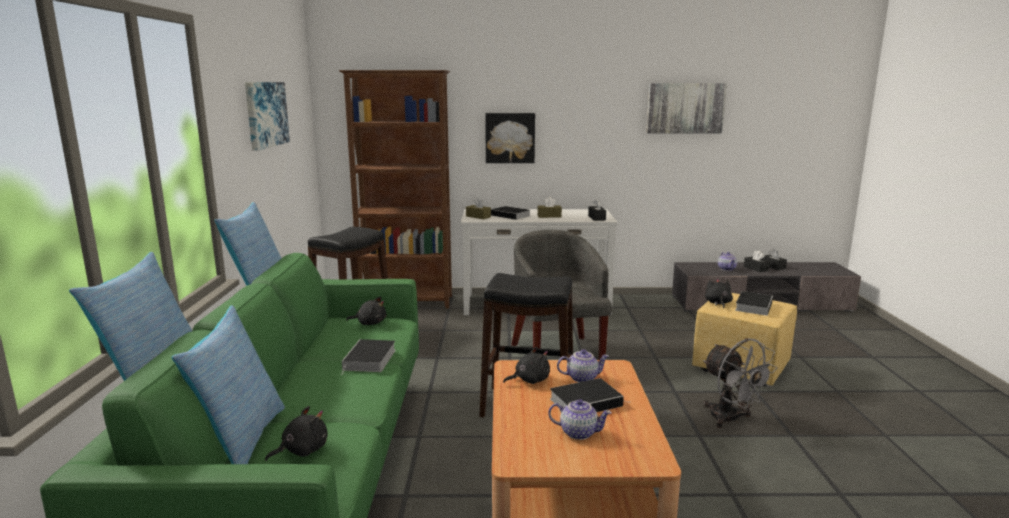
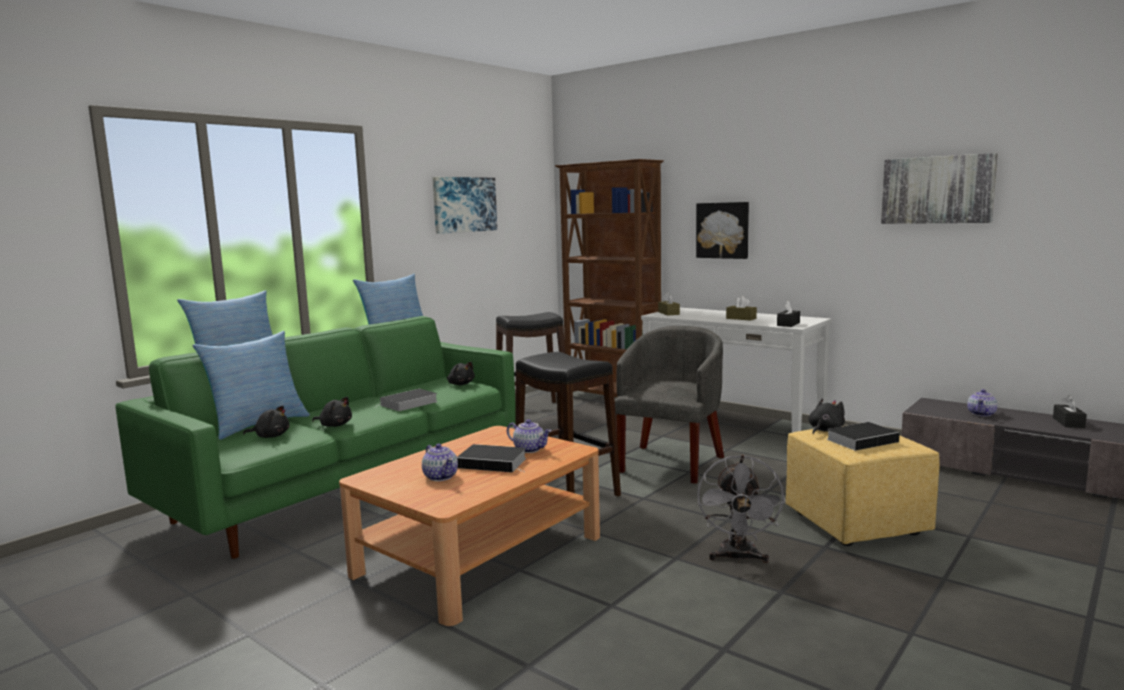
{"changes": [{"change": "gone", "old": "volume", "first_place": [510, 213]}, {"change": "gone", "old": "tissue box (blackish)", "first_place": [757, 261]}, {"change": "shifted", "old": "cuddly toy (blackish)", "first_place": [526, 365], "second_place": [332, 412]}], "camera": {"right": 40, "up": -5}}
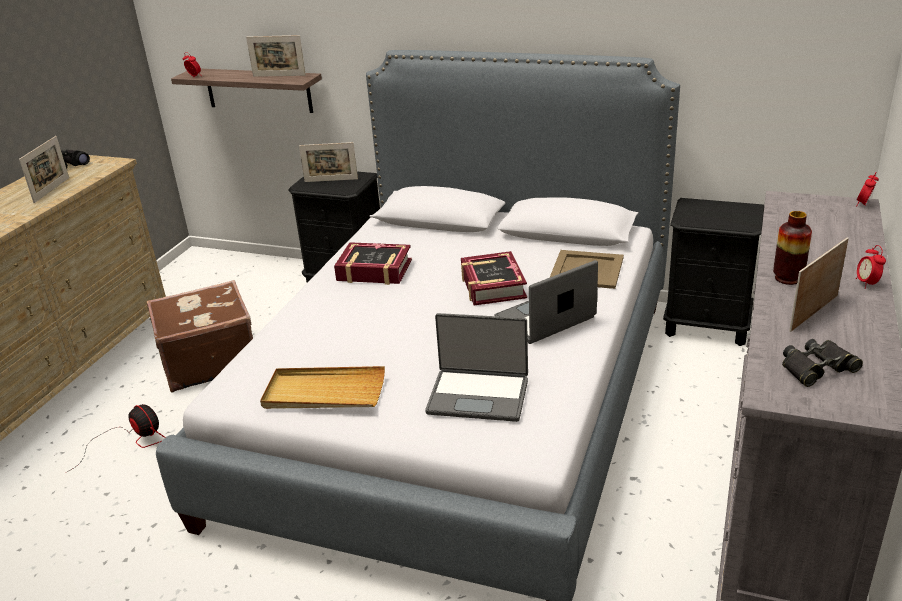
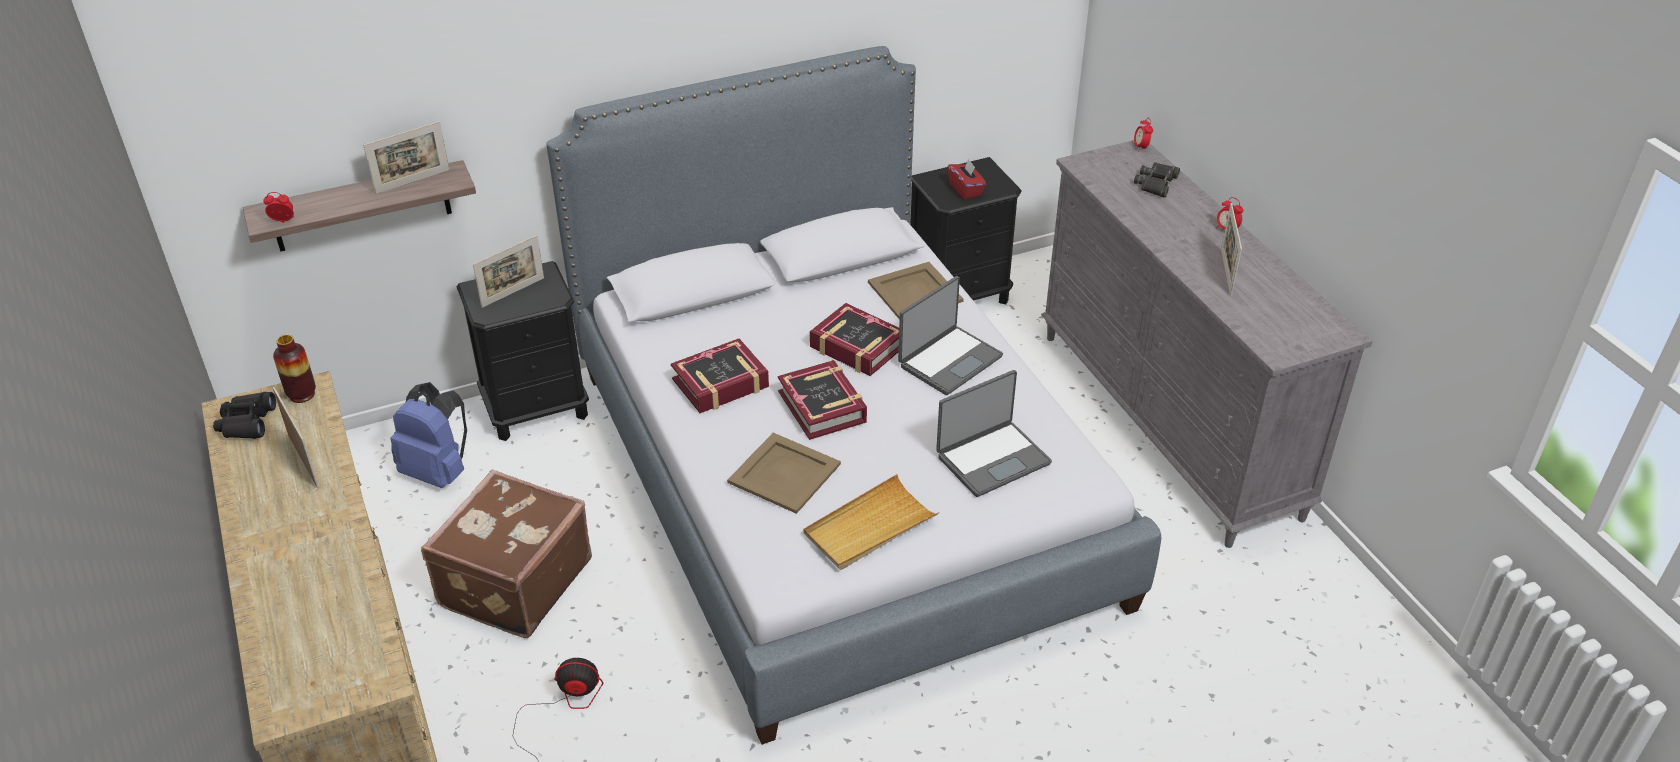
{"changes": [{"change": "shifted", "old": "decorative vase", "first_place": [792, 248], "second_place": [294, 369]}, {"change": "rotated", "old": "notebook computer", "first_place": [546, 302], "second_place": [950, 335], "degrees": -150}, {"change": "shifted", "old": "field glasses (blackish)", "first_place": [822, 363], "second_place": [1157, 180]}, {"change": "new", "new": "tissue box (red-coloured)", "second_place": [967, 178]}, {"change": "new", "new": "volume", "second_place": [822, 400]}, {"change": "new", "new": "knapsack (bluish)", "second_place": [428, 435]}, {"change": "new", "new": "serving tray (sand-coloured)", "second_place": [784, 473]}], "camera": {"right": -45, "up": 10}}
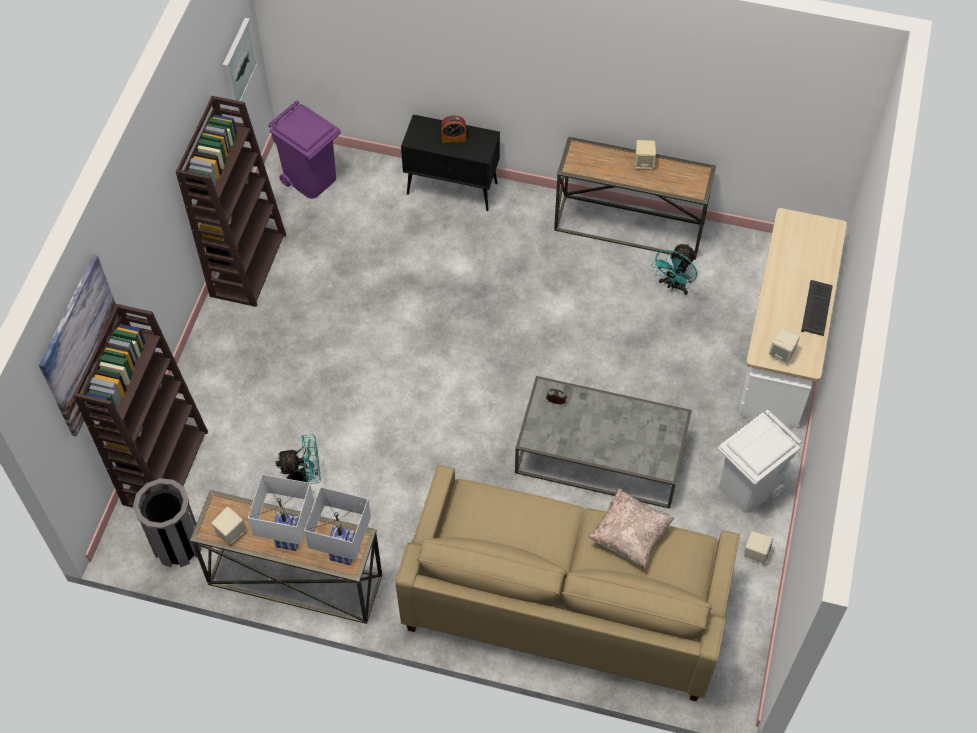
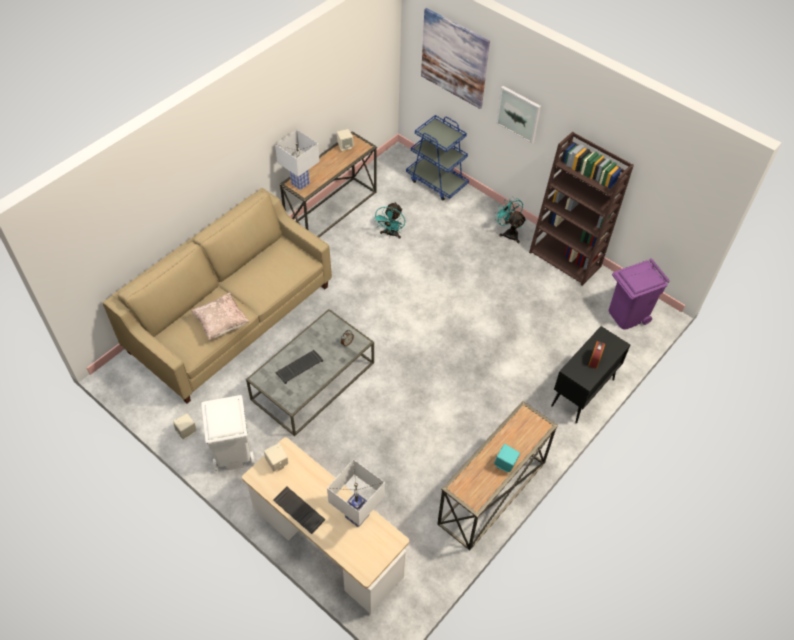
{"changes": [{"change": "shifted", "old": "wall art", "first_place": [240, 64], "second_place": [518, 115]}, {"change": "repainted", "old": "loudspeaker (sand-coloured)", "new": "loudspeaker (turquoise)", "first_place": [645, 154], "second_place": [507, 458]}, {"change": "shifted", "old": "cooling fan (turquoise)", "first_place": [674, 269], "second_place": [510, 220]}, {"change": "swapped", "old": "shelving unit (brown-coloured)", "new": "wheeled cart (bluish)", "first_place": [140, 406], "second_place": [437, 158]}, {"change": "shifted", "old": "tabletop lamp (white-coloured)", "first_place": [281, 512], "second_place": [356, 493]}, {"change": "gone", "old": "waste bin (gray)", "first_place": [167, 522]}, {"change": "new", "new": "computer keyboard", "second_place": [299, 367]}], "camera": {"right": 115, "up": -5}}
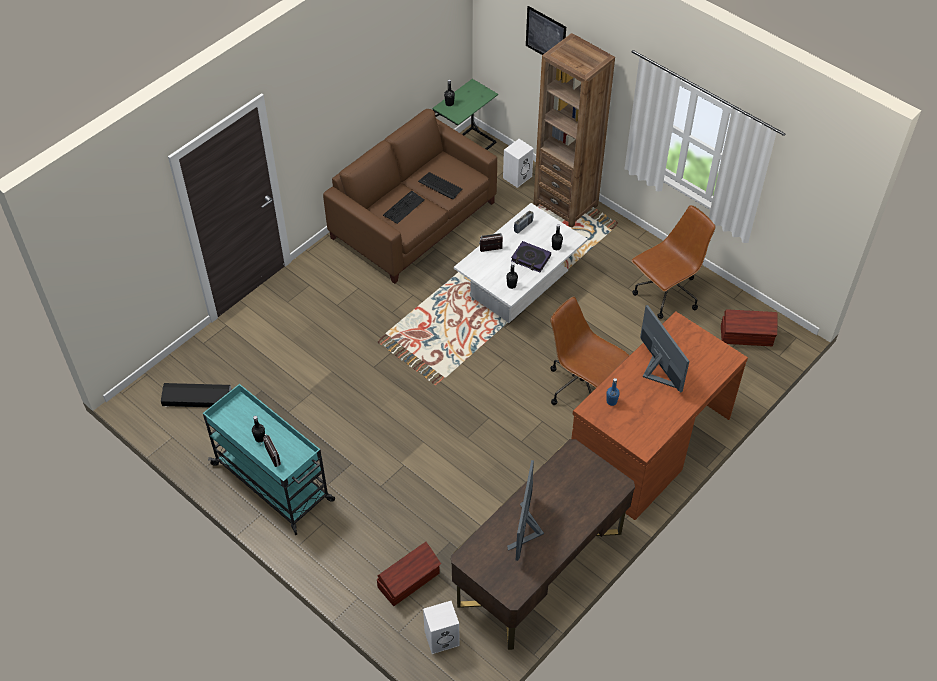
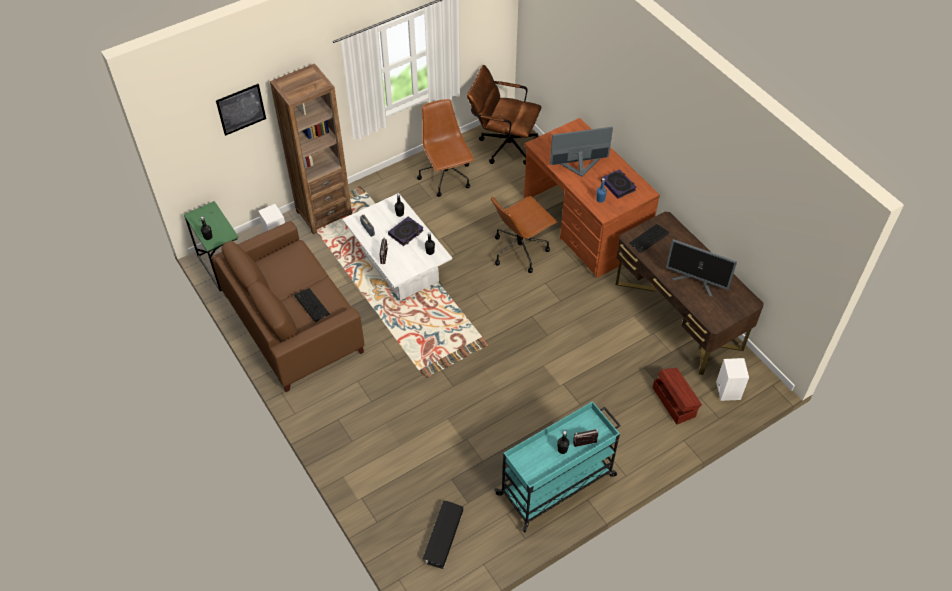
{"changes": [{"change": "shifted", "old": "computer keyboard", "first_place": [440, 186], "second_place": [649, 238]}, {"change": "swapped", "old": "storage bin (brown-coloured)", "new": "desk chair (brown-coloured)", "first_place": [749, 327], "second_place": [504, 115]}, {"change": "new", "new": "volume", "second_place": [619, 184]}], "camera": {"right": -75, "up": 0}}
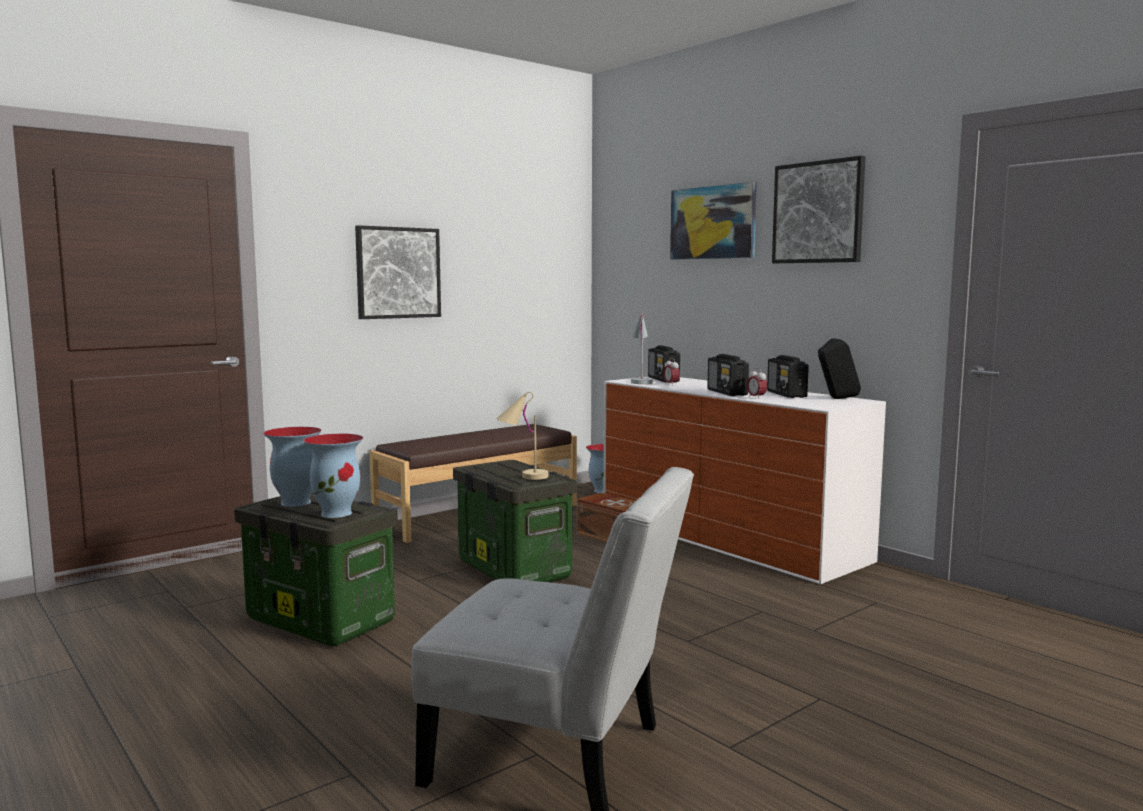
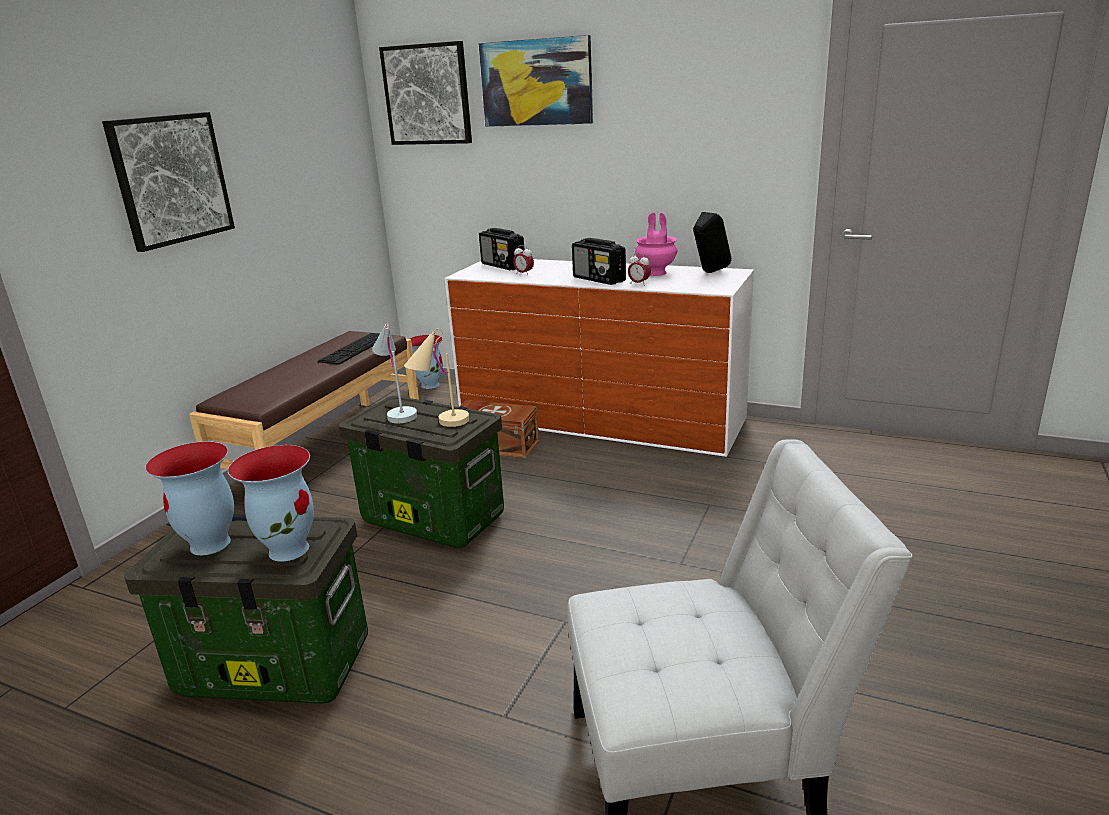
{"changes": [{"change": "shifted", "old": "wall art", "first_place": [818, 209], "second_place": [425, 93]}, {"change": "shifted", "old": "tabletop lamp (white-coloured)", "first_place": [642, 348], "second_place": [394, 373]}, {"change": "swapped", "old": "radio receiver", "new": "decorative vase (pink)", "first_place": [788, 376], "second_place": [656, 244]}, {"change": "new", "new": "computer keyboard", "second_place": [349, 349]}], "camera": {"right": -25, "up": 15}}
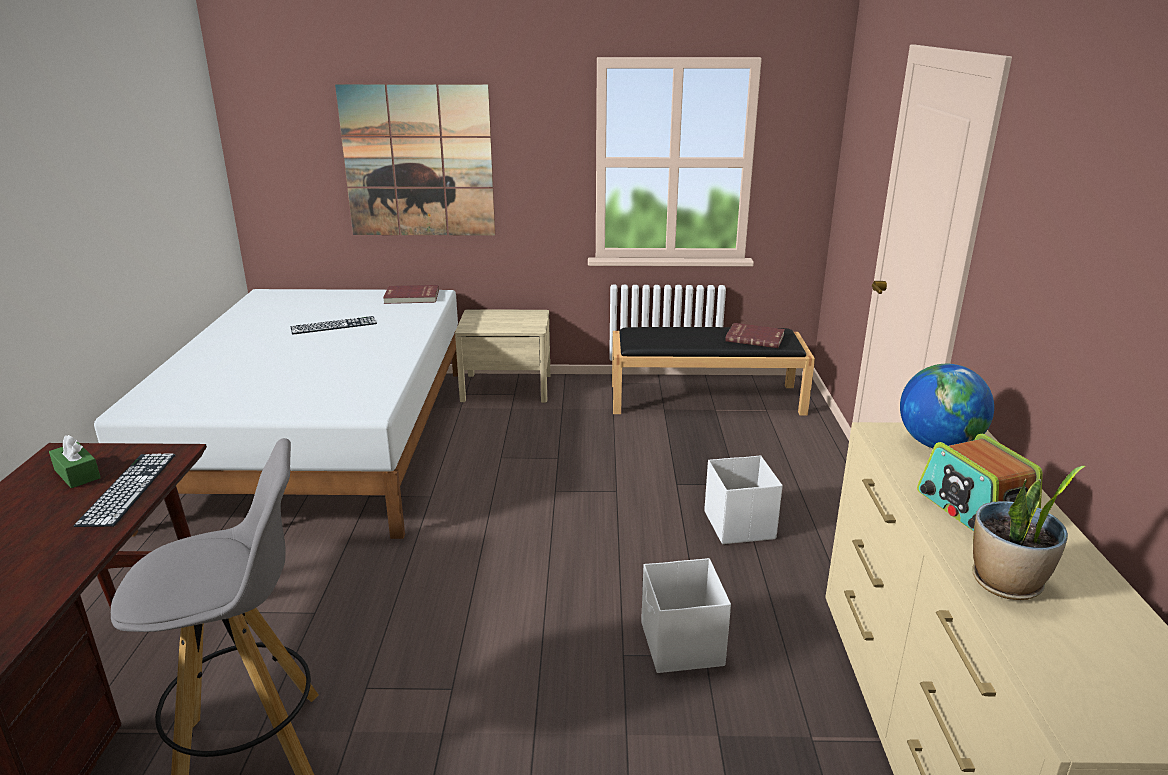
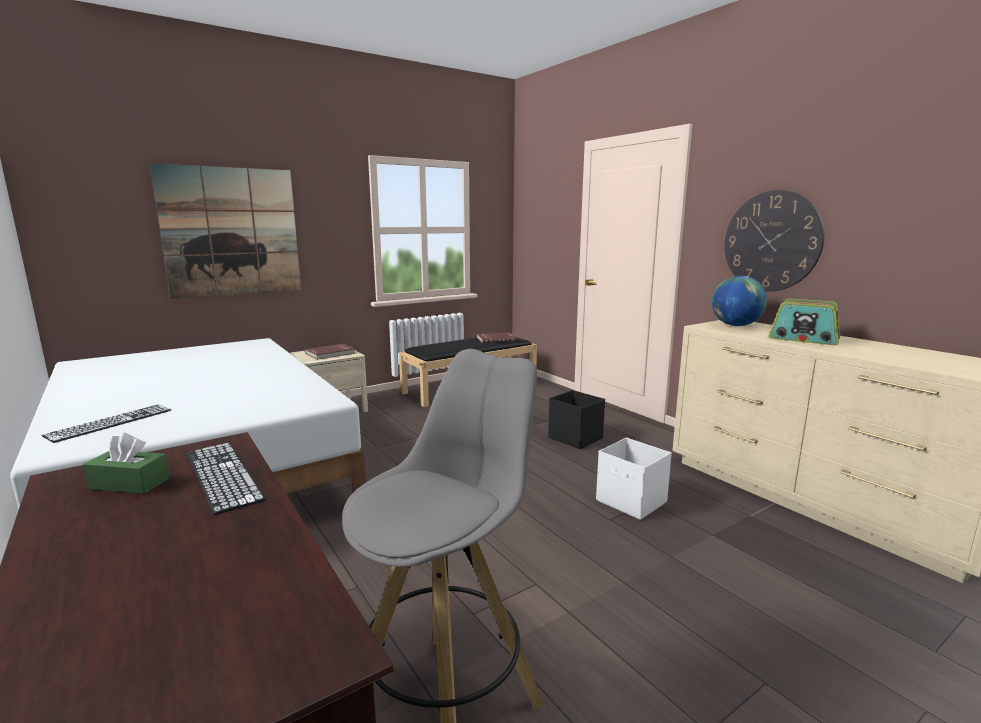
{"changes": [{"change": "shifted", "old": "volume (red-coloured)", "first_place": [411, 294], "second_place": [330, 352]}, {"change": "shifted", "old": "computer keyboard", "first_place": [334, 325], "second_place": [106, 424]}, {"change": "repainted", "old": "storage bin (white-coloured)", "new": "storage bin (blackish)", "first_place": [743, 499], "second_place": [576, 419]}, {"change": "gone", "old": "potted plant", "first_place": [1028, 533]}, {"change": "new", "new": "hanging clock", "second_place": [774, 240]}], "camera": {"right": -35, "up": -10}}
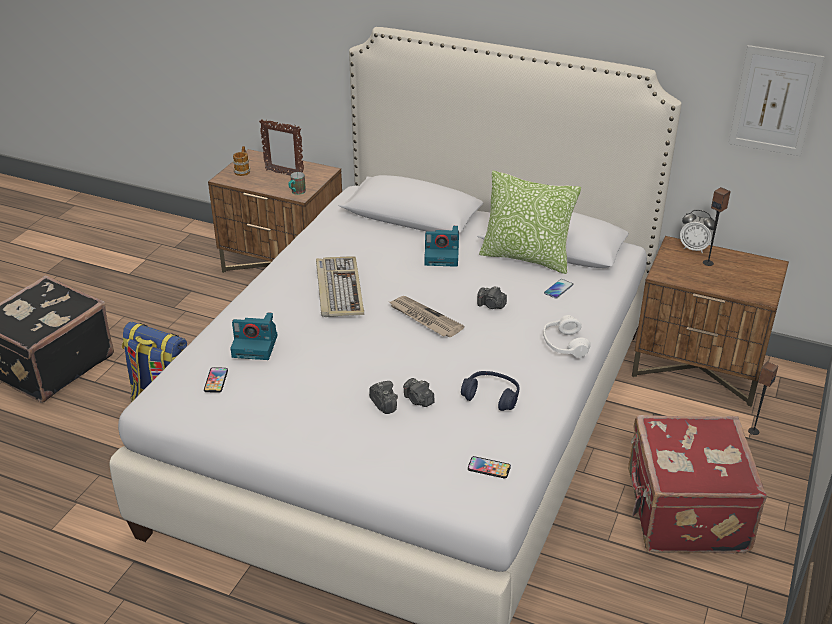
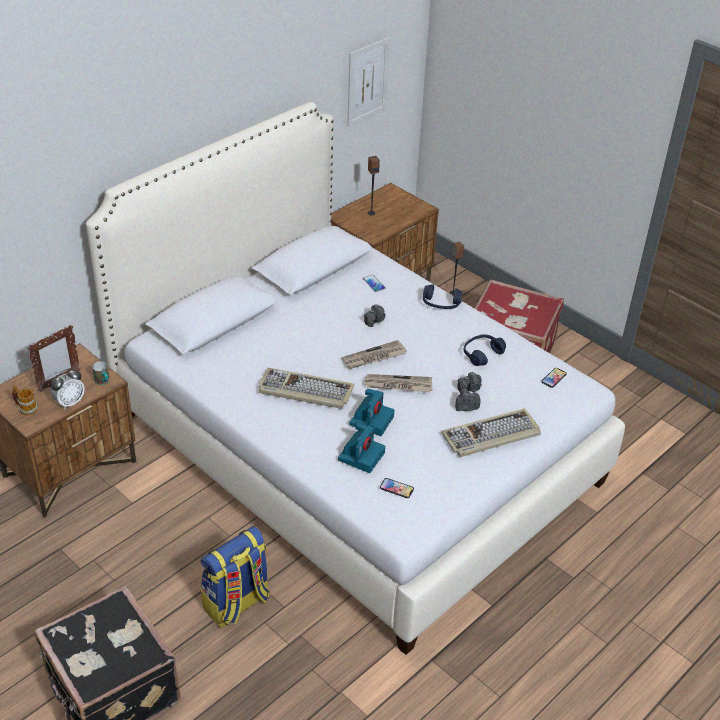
{"changes": [{"change": "gone", "old": "cushion", "first_place": [530, 222]}, {"change": "shifted", "old": "table clock", "first_place": [697, 231], "second_place": [67, 388]}, {"change": "shifted", "old": "still camera", "first_place": [441, 246], "second_place": [372, 412]}, {"change": "repainted", "old": "headphones (white-coloured)", "new": "headphones (bluish)", "first_place": [567, 336], "second_place": [442, 296]}, {"change": "new", "new": "printed paper", "second_place": [398, 383]}, {"change": "new", "new": "computer keyboard", "second_place": [491, 432]}], "camera": {"right": -70, "up": 5}}
